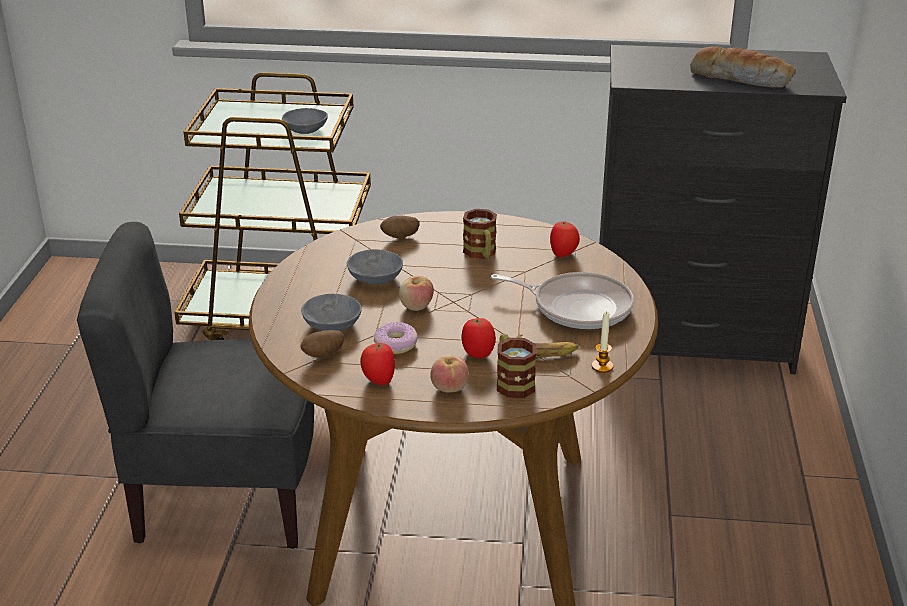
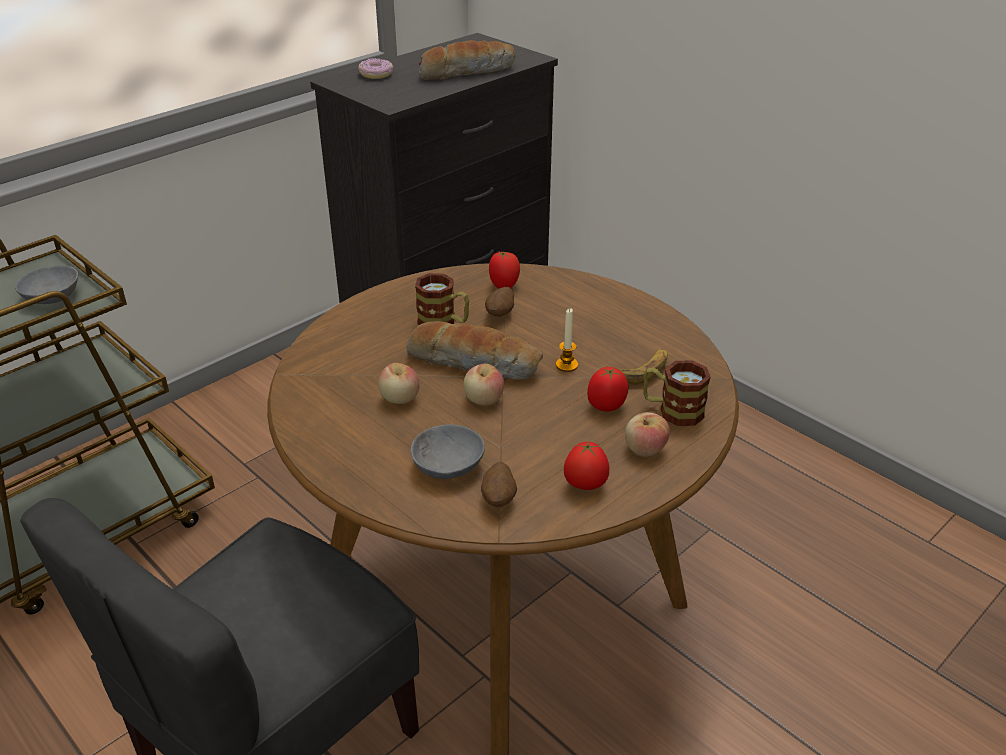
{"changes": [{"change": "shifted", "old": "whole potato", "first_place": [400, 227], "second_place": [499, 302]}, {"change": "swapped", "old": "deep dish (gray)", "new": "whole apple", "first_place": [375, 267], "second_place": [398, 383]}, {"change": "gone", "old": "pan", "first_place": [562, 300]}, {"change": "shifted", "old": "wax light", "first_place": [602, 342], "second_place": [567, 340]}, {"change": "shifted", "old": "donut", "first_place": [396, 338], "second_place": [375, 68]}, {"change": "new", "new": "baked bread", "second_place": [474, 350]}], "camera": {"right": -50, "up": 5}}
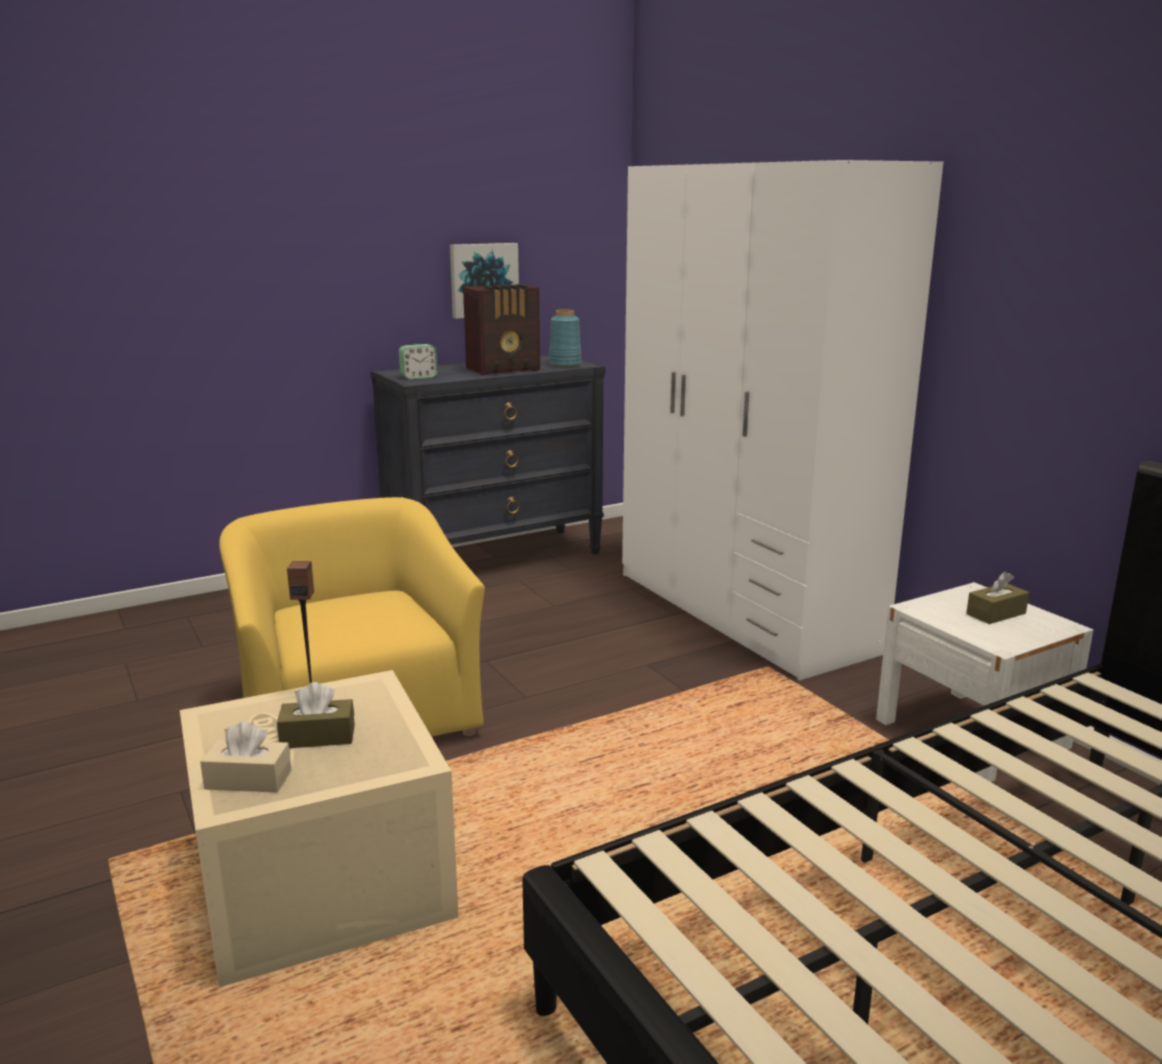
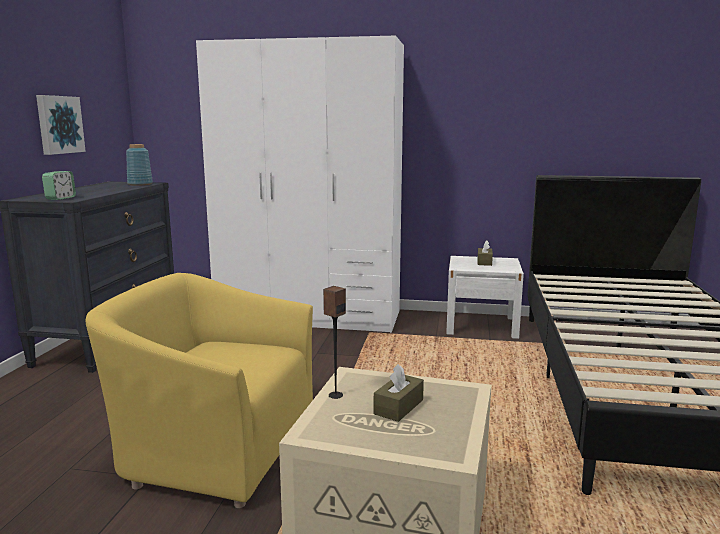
{"changes": [{"change": "gone", "old": "radio receiver", "first_place": [501, 329]}, {"change": "gone", "old": "tissue box (sand-coloured)", "first_place": [245, 757]}], "camera": {"right": -50, "up": -5}}
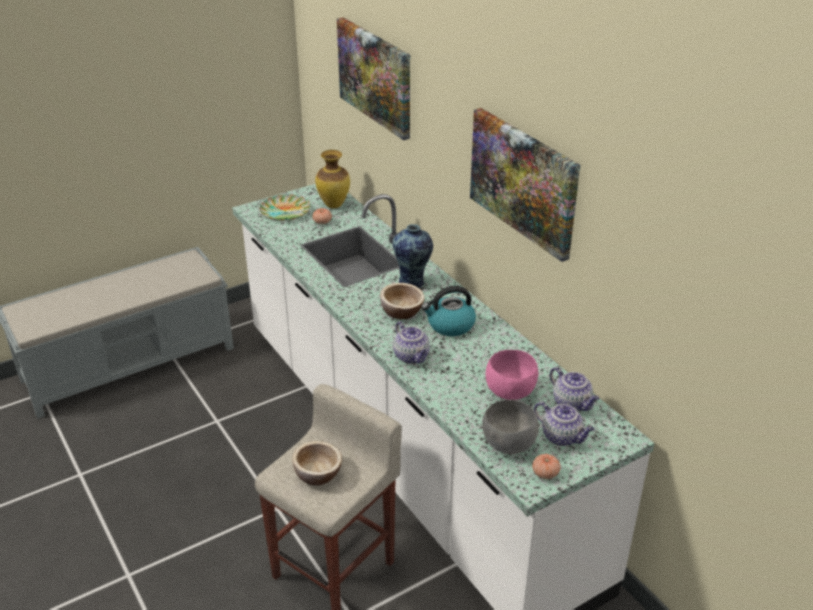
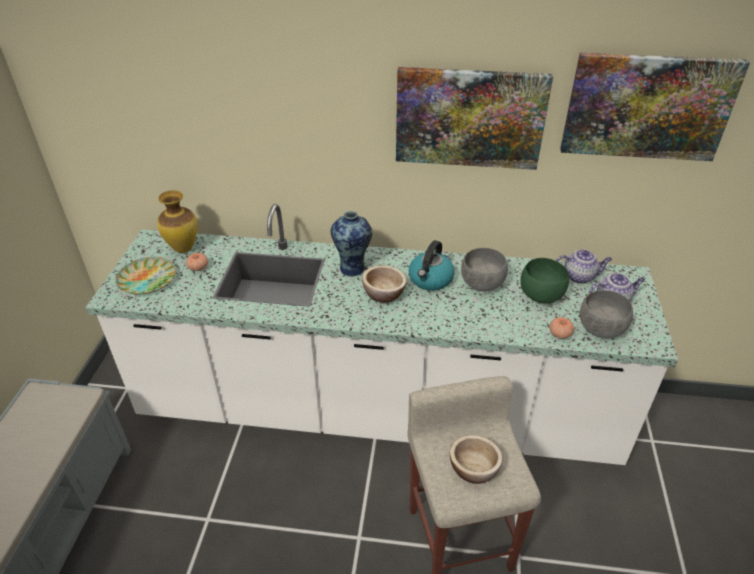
{"changes": [{"change": "shifted", "old": "wall art", "first_place": [373, 79], "second_place": [655, 107]}, {"change": "gone", "old": "pot for tea", "first_place": [411, 342]}, {"change": "repainted", "old": "deep dish (pink)", "new": "deep dish (green)", "first_place": [511, 375], "second_place": [544, 280]}, {"change": "shifted", "old": "fresh tomato", "first_place": [546, 466], "second_place": [561, 328]}, {"change": "new", "new": "deep dish (gray)", "second_place": [484, 269]}], "camera": {"right": -50, "up": 5}}
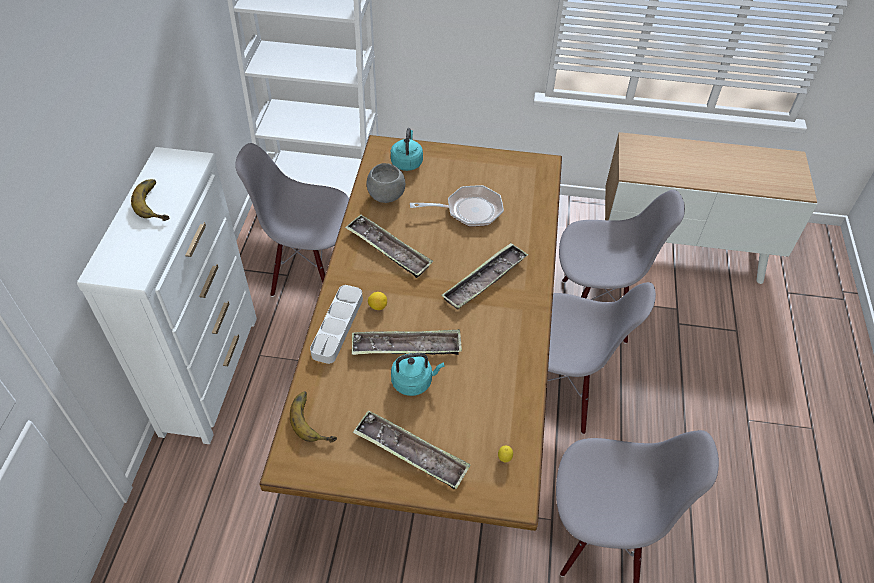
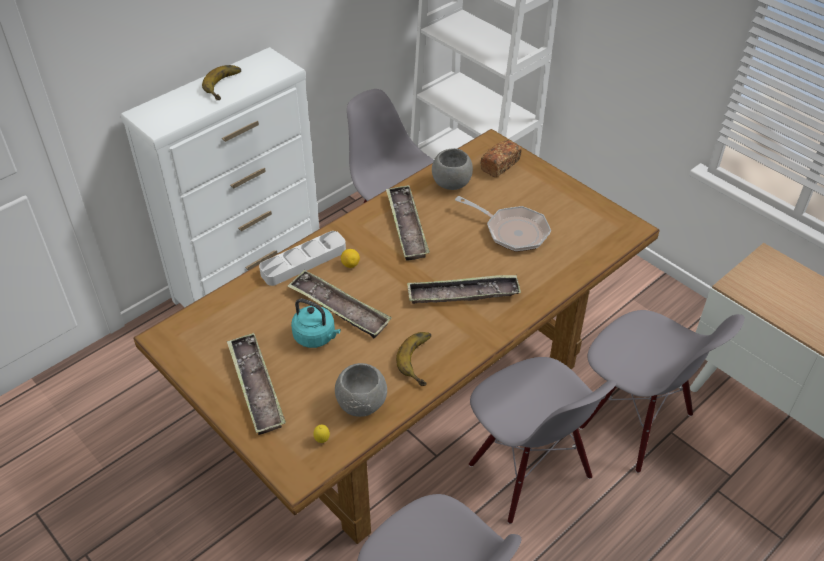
{"changes": [{"change": "swapped", "old": "kettle (turquoise)", "new": "baked bread", "first_place": [407, 149], "second_place": [501, 158]}, {"change": "shifted", "old": "banana fruit", "first_place": [313, 416], "second_place": [413, 359]}, {"change": "new", "new": "deep dish (gray)", "second_place": [361, 390]}], "camera": {"right": 40, "up": -5}}
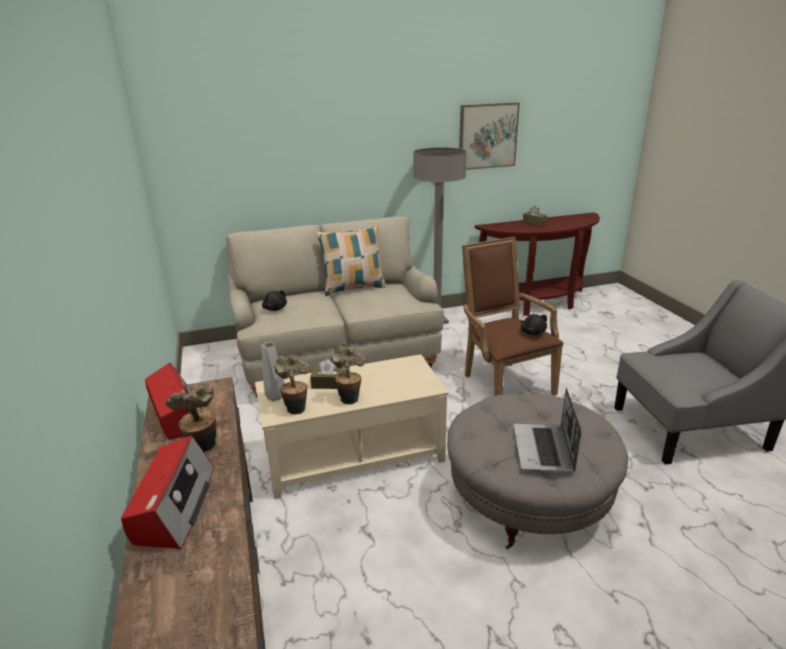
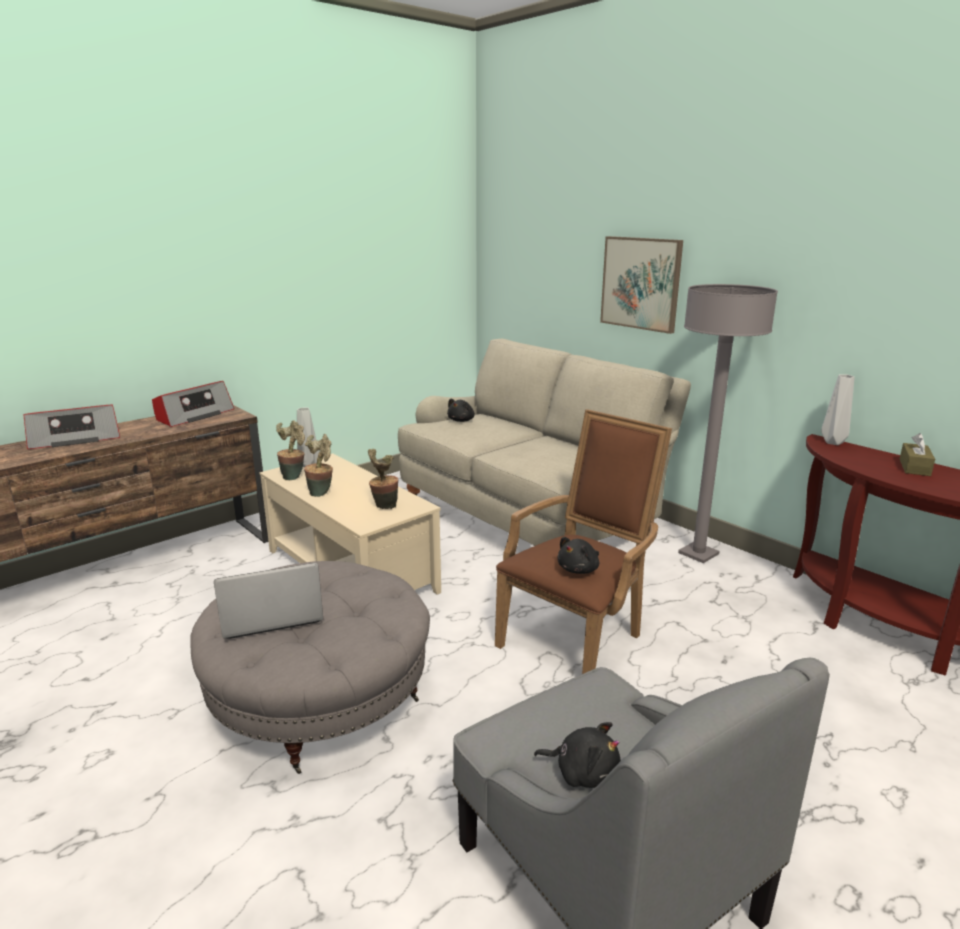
{"changes": [{"change": "shifted", "old": "wall art", "first_place": [489, 136], "second_place": [641, 285]}, {"change": "gone", "old": "cushion", "first_place": [351, 261]}, {"change": "gone", "old": "tissue box (brown-coloured)", "first_place": [327, 374]}, {"change": "shifted", "old": "potted plant", "first_place": [190, 419], "second_place": [383, 479]}, {"change": "new", "new": "decorative vase (gray)", "second_place": [837, 409]}, {"change": "new", "new": "cuddly toy (blackish)", "second_place": [577, 755]}], "camera": {"right": 65, "up": -5}}
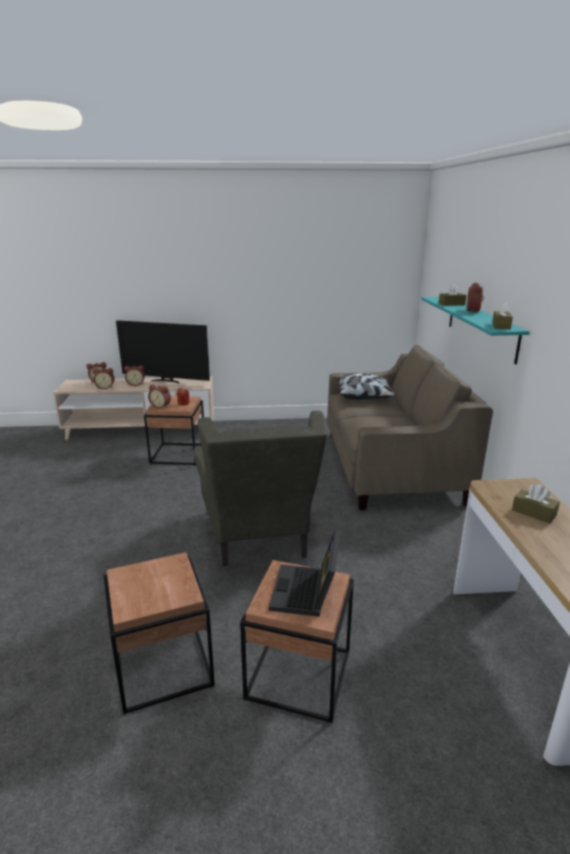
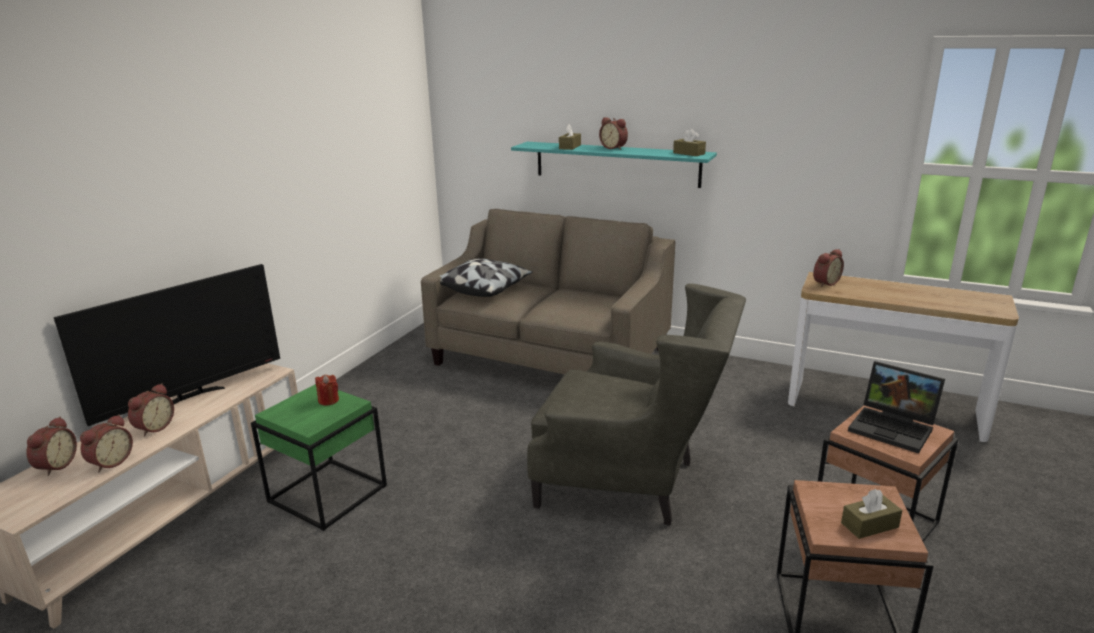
{"changes": [{"change": "shifted", "old": "table clock", "first_place": [159, 396], "second_place": [828, 268]}, {"change": "repainted", "old": "end table (brown-coloured)", "new": "end table (green)", "first_place": [174, 430], "second_place": [319, 457]}, {"change": "shifted", "old": "tissue box (brown-coloured)", "first_place": [536, 503], "second_place": [871, 514]}], "camera": {"right": -60, "up": 0}}
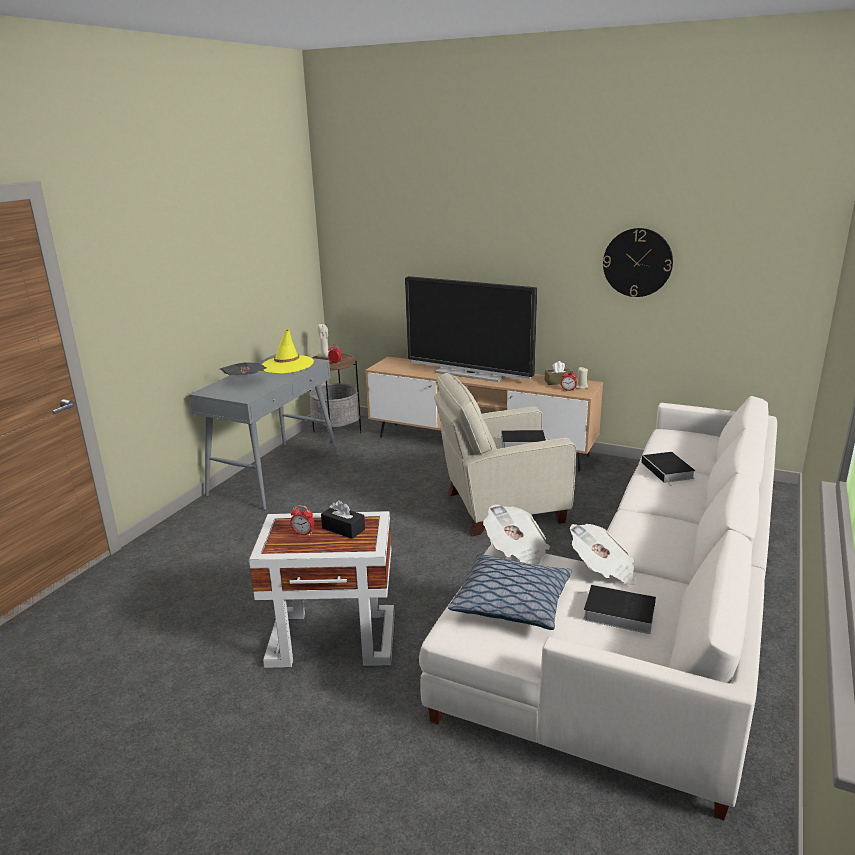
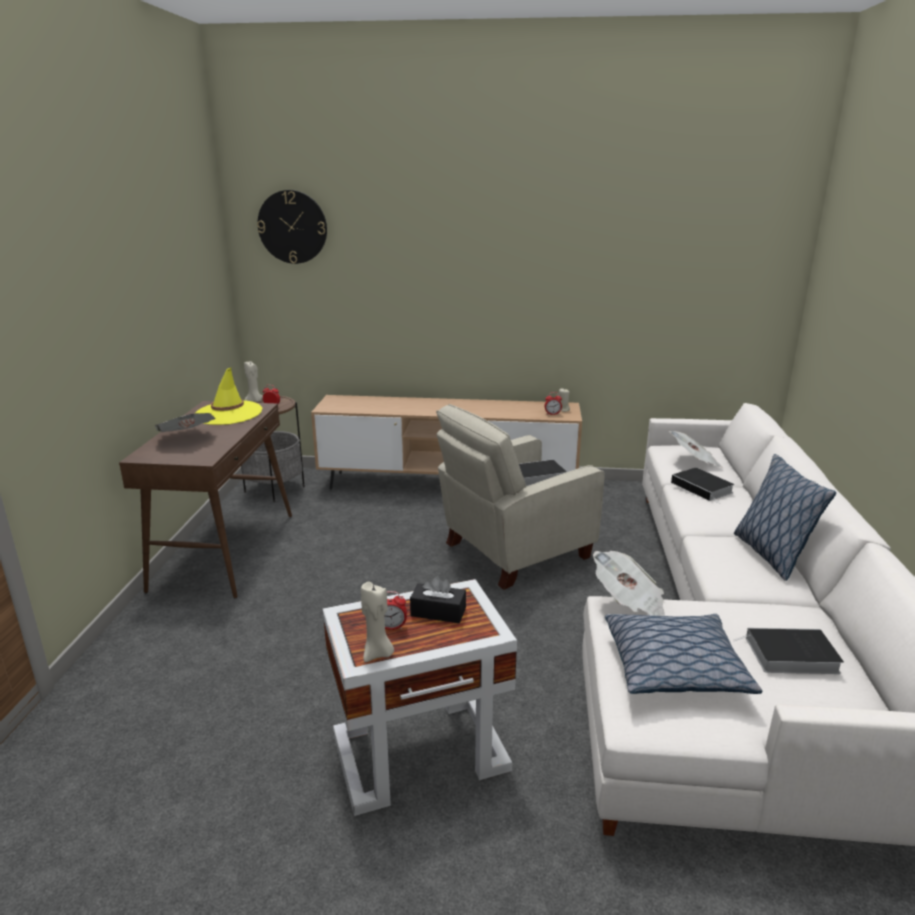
{"changes": [{"change": "shifted", "old": "hanging clock", "first_place": [638, 262], "second_place": [292, 227]}, {"change": "gone", "old": "TV set", "first_place": [471, 329]}, {"change": "repainted", "old": "hall table (gray)", "new": "hall table (brown-coloured)", "first_place": [264, 432], "second_place": [205, 500]}, {"change": "gone", "old": "tissue box (brown-coloured)", "first_place": [559, 373]}, {"change": "shifted", "old": "printed paper", "first_place": [602, 554], "second_place": [696, 449]}, {"change": "new", "new": "cushion", "second_place": [785, 517]}, {"change": "new", "new": "wax light (sand-coloured)", "second_place": [377, 621]}], "camera": {"right": -20, "up": 0}}
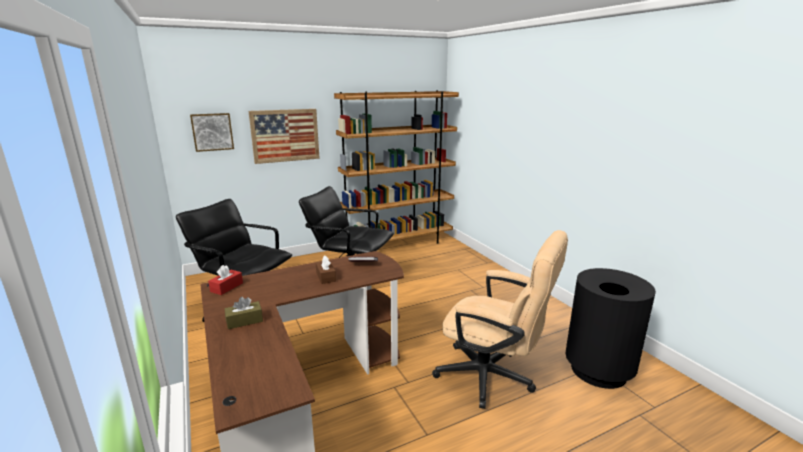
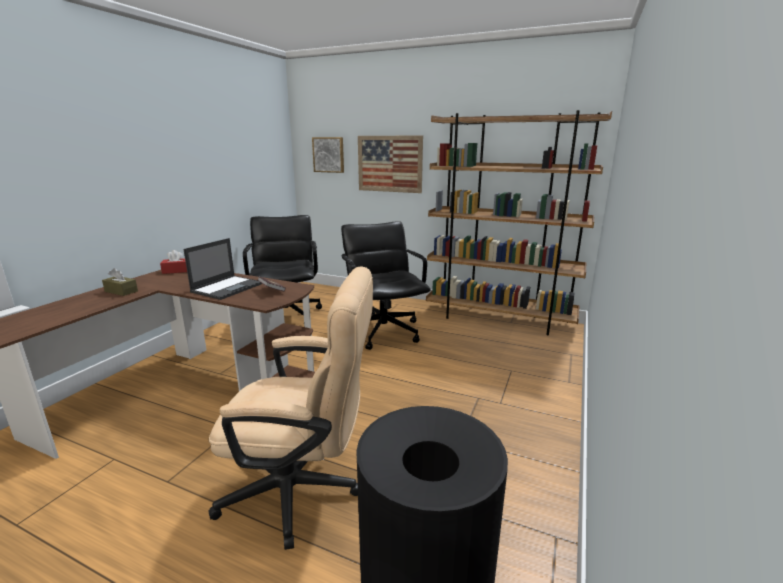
{"changes": [{"change": "rotated", "old": "desk chair (sand-coloured)", "first_place": [500, 319], "second_place": [291, 408], "degrees": -75}, {"change": "swapped", "old": "tissue box (brown-coloured)", "new": "notebook computer", "first_place": [326, 270], "second_place": [222, 269]}], "camera": {"right": 50, "up": 0}}
